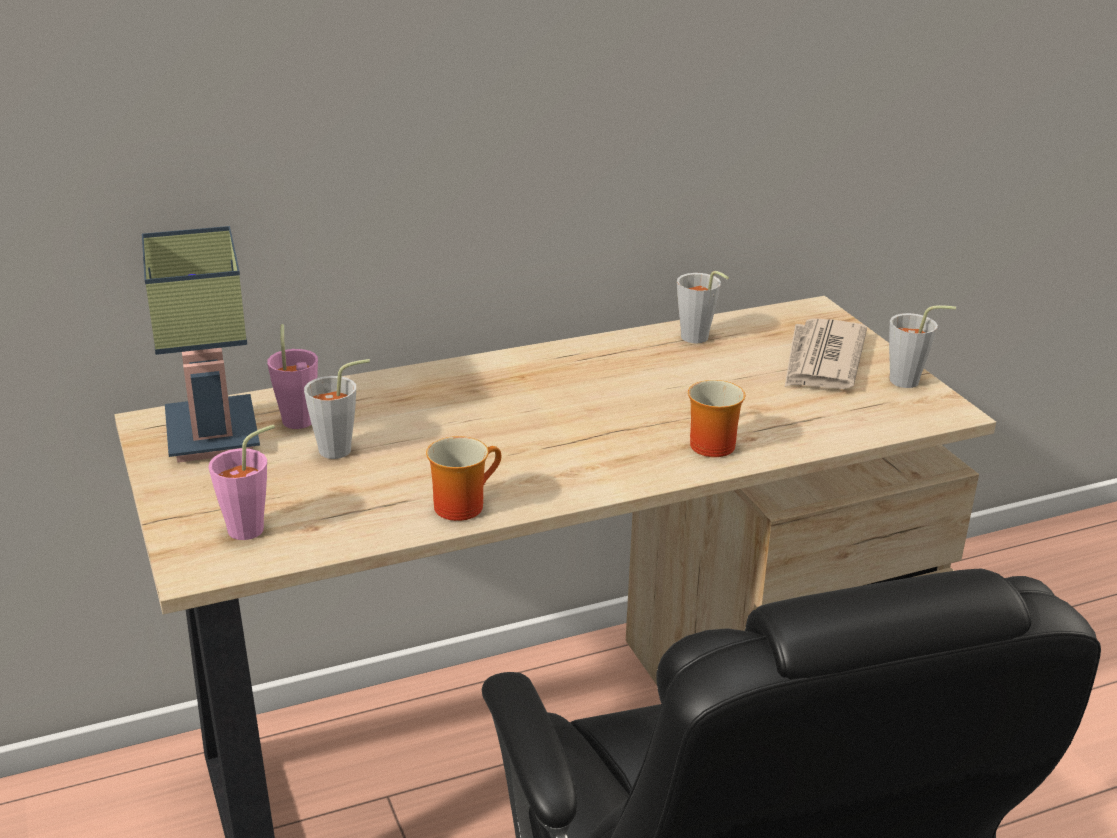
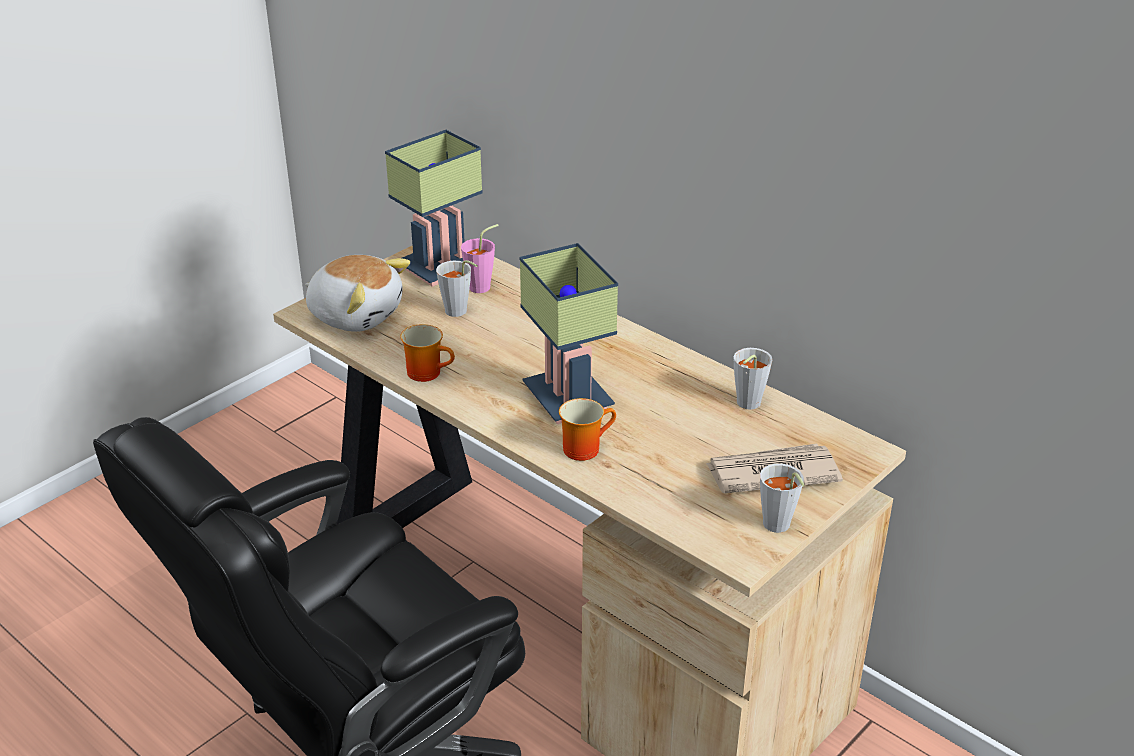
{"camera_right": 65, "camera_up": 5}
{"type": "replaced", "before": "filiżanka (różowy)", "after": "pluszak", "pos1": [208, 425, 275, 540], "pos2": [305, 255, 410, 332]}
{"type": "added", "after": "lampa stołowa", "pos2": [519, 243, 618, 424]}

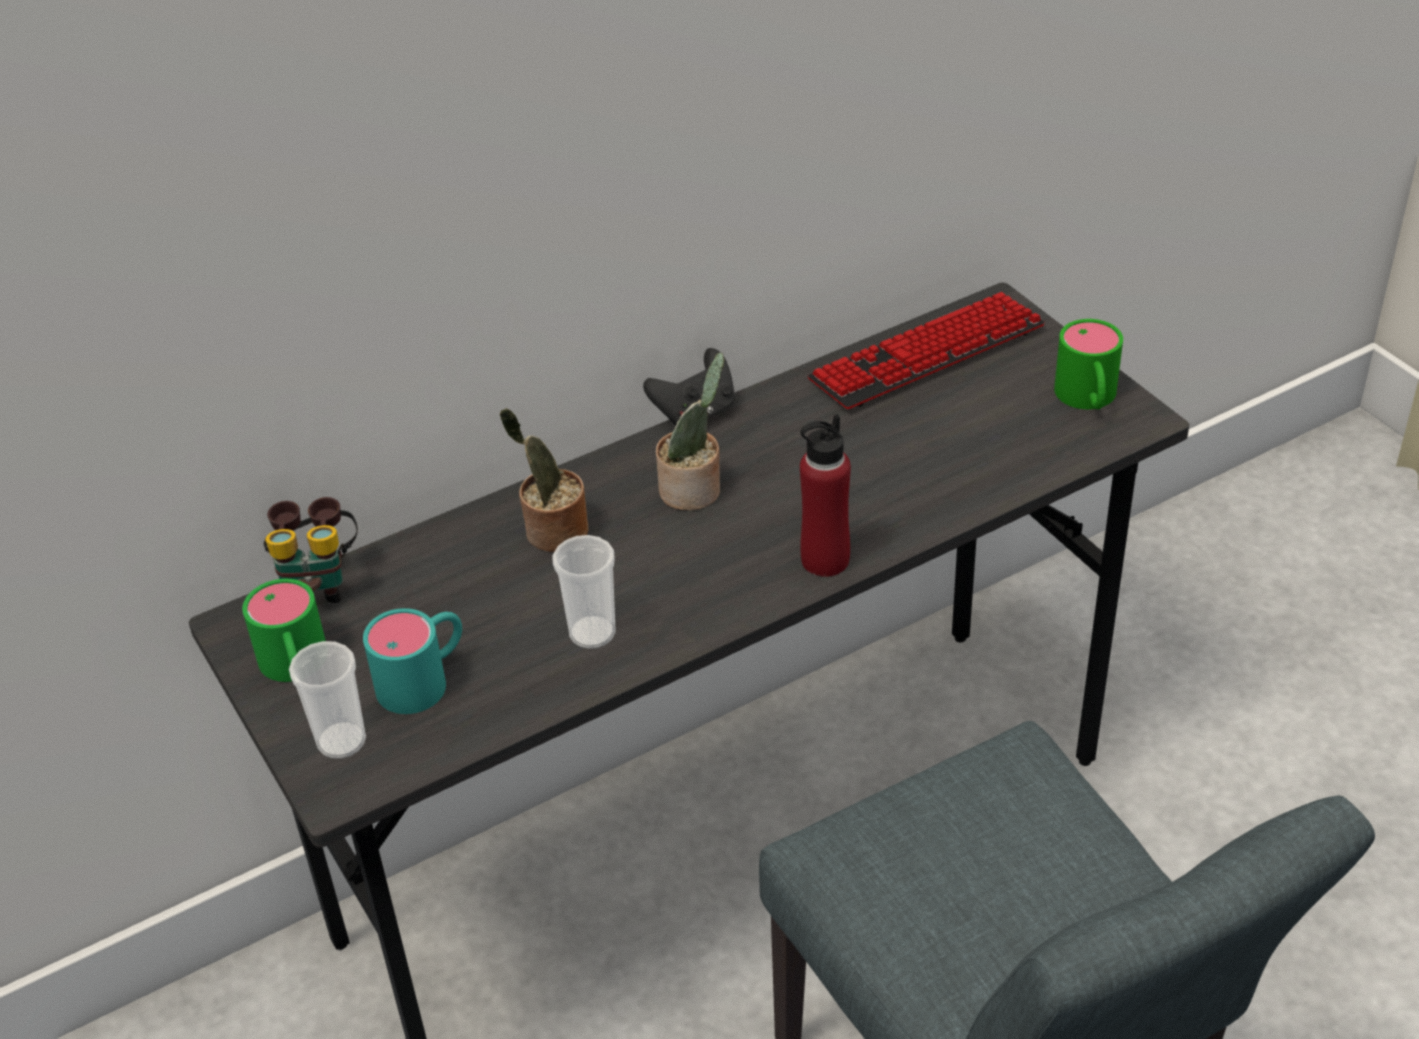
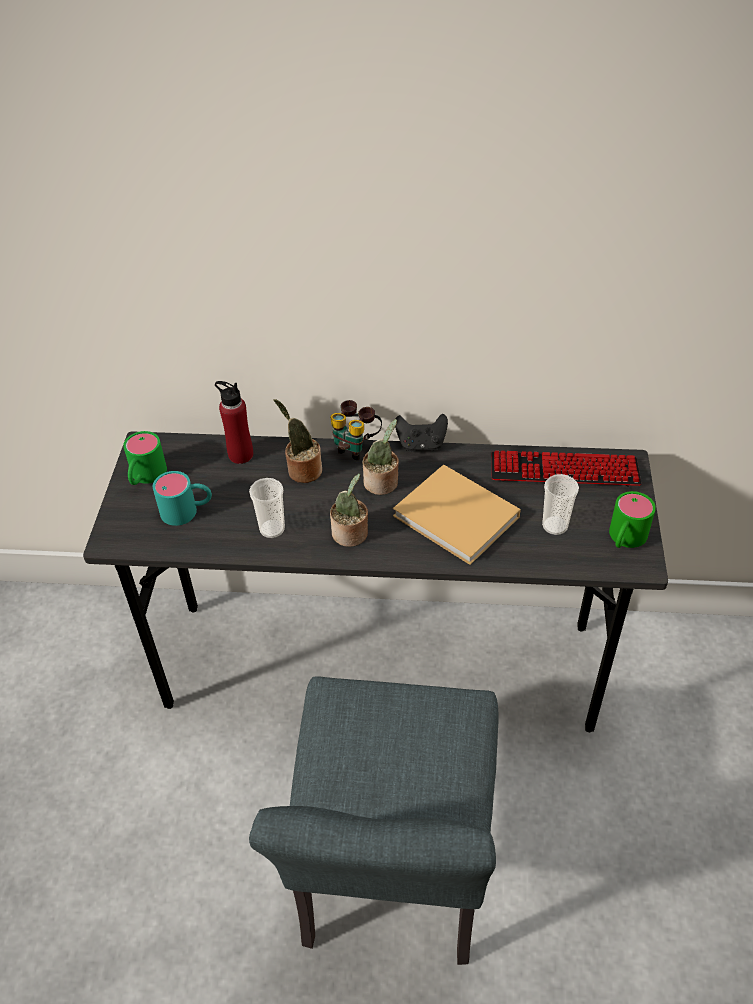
{"camera_right": 35, "camera_up": 5}
{"type": "moved", "before": "butelka (czerwony)", "pos1": [800, 414, 851, 577], "pos2": [215, 381, 253, 464]}
{"type": "moved", "before": "lornetka", "pos1": [264, 497, 358, 603], "pos2": [331, 400, 382, 460]}
{"type": "moved", "before": "filiżanka", "pos1": [289, 641, 366, 759], "pos2": [542, 474, 579, 535]}
{"type": "added", "after": "książka (beżowy)", "pos2": [393, 464, 521, 565]}
{"type": "added", "after": "roślina doniczkowa", "pos2": [330, 473, 368, 547]}

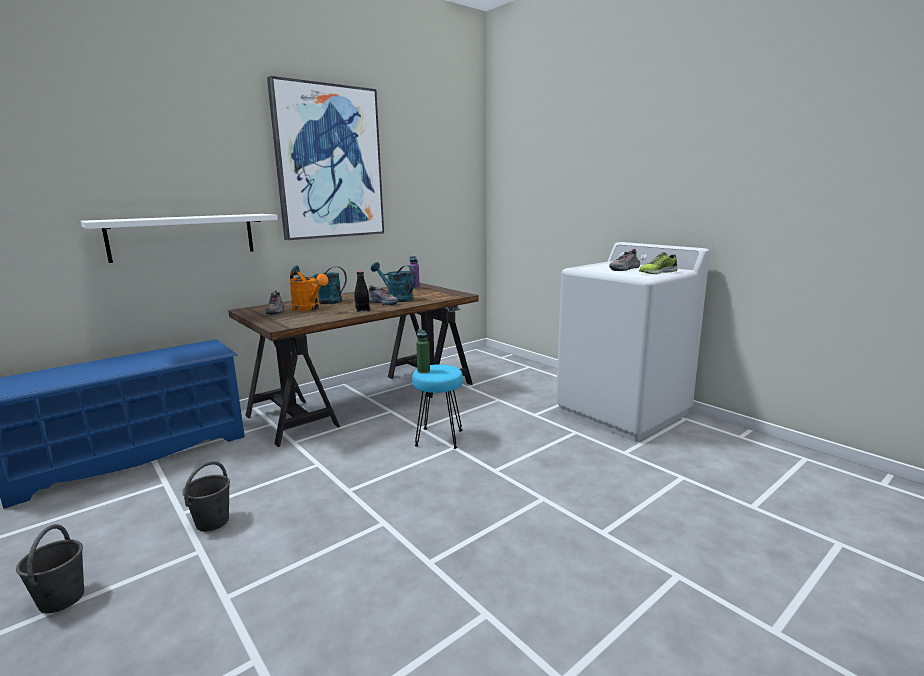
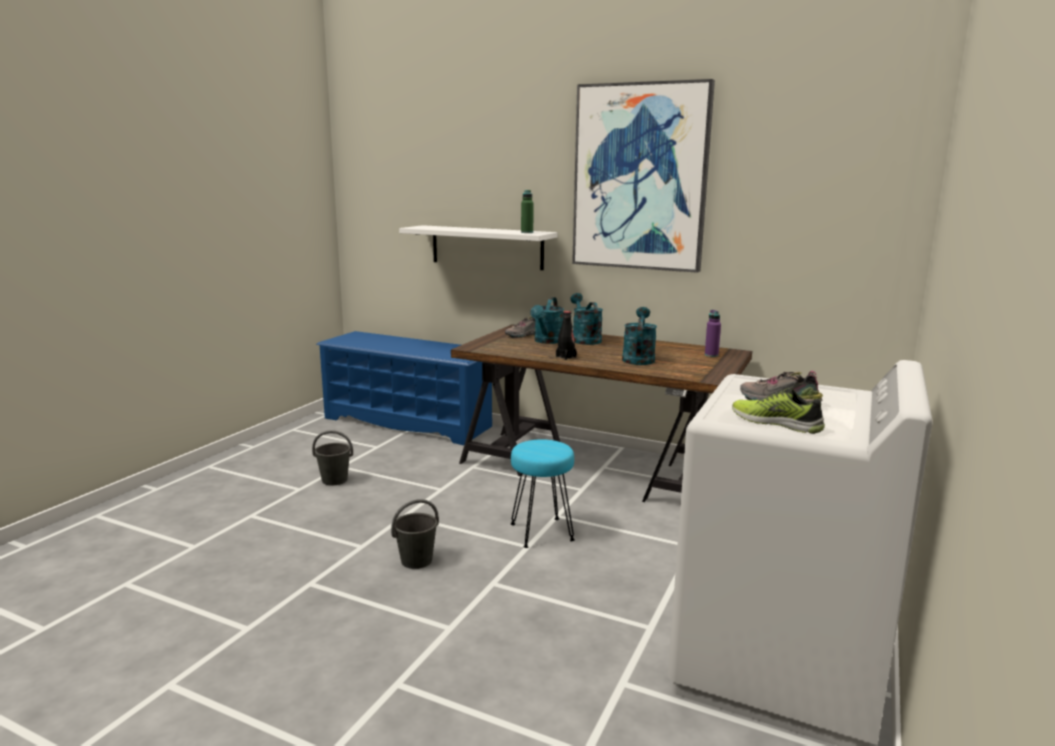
{"camera_right": 65, "camera_up": 0}
{"type": "recoloured", "before": "konewka (pomarańczowy)", "after": "konewka (turkusowy)", "pos1": [289, 270, 328, 311], "pos2": [530, 297, 564, 344]}
{"type": "removed", "before": "but", "pos1": [369, 285, 398, 305]}
{"type": "moved", "before": "butelka (zielony)", "pos1": [416, 330, 430, 374], "pos2": [521, 190, 534, 233]}
{"type": "moved", "before": "wiadro (szary)", "pos1": [16, 524, 84, 613], "pos2": [391, 499, 439, 569]}

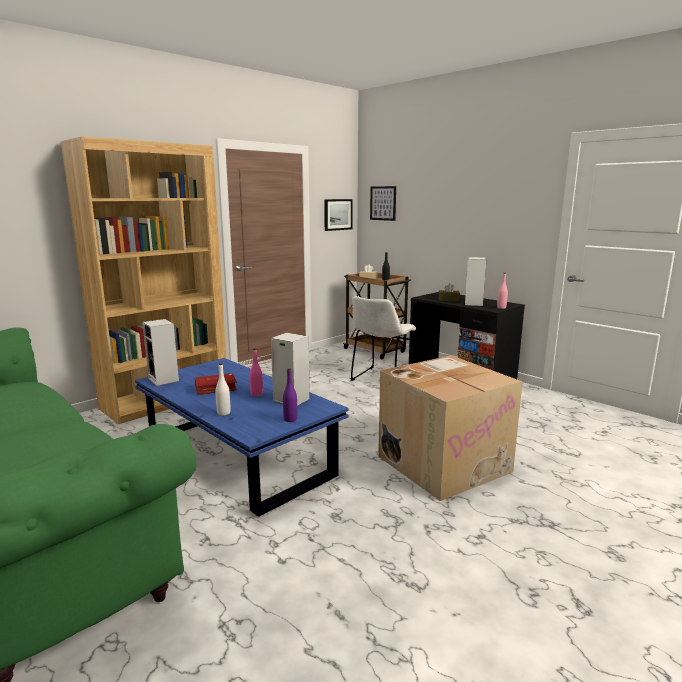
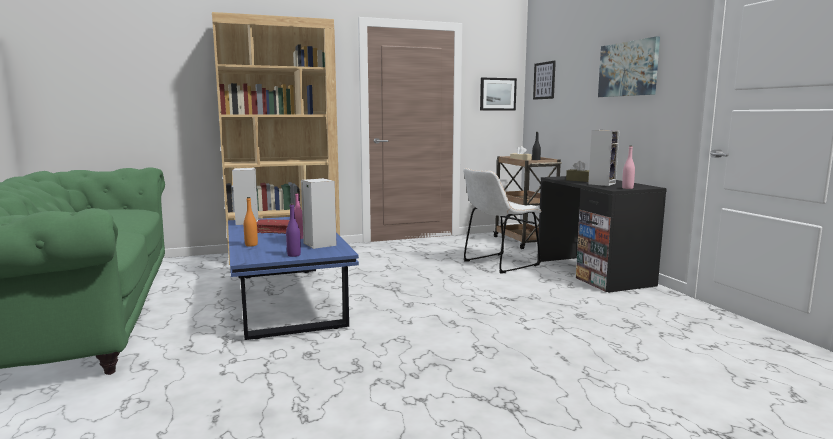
{"camera_right": 25, "camera_up": -5}
{"type": "removed", "before": "karton", "pos1": [378, 355, 522, 501]}
{"type": "recoloured", "before": "butelka (biały)", "after": "butelka (pomarańczowy)", "pos1": [215, 363, 230, 416], "pos2": [244, 197, 258, 247]}
{"type": "added", "after": "obraz", "pos2": [598, 36, 660, 97]}

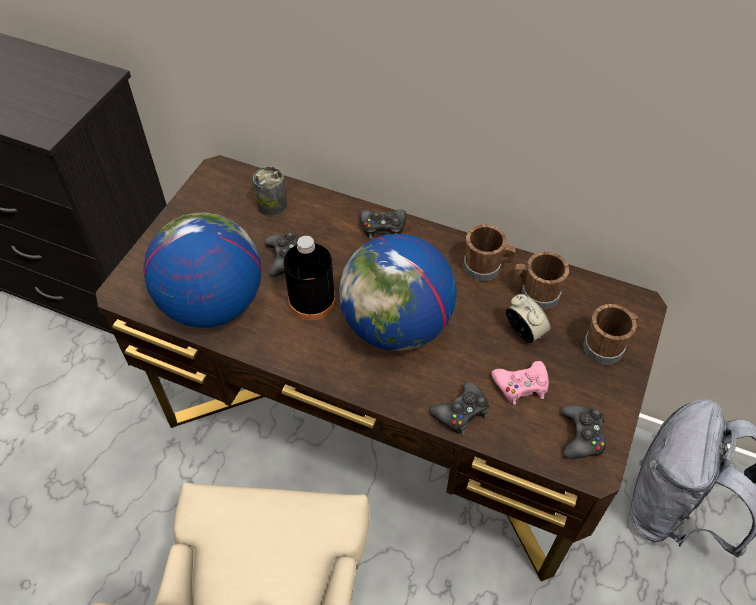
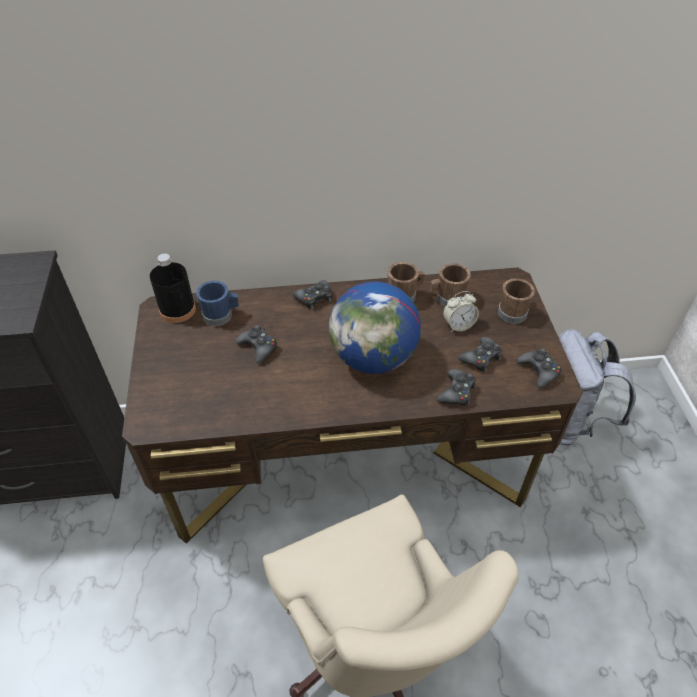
{"camera_right": -30, "camera_up": -5}
{"type": "replaced", "before": "puszka", "after": "kubek (niebieski)", "pos1": [253, 167, 287, 217], "pos2": [196, 281, 238, 326]}
{"type": "removed", "before": "globus", "pos1": [143, 213, 261, 328]}
{"type": "moved", "before": "butelka (czarny)", "pos1": [284, 236, 336, 320], "pos2": [150, 254, 196, 323]}
{"type": "turned", "before": "budzik", "pos1": [506, 294, 550, 343], "pos2": [443, 291, 479, 332], "turn": 135}
{"type": "recoloured", "before": "pad do gier (różowy)", "after": "pad do gier (czarny)", "pos1": [491, 361, 549, 405], "pos2": [458, 337, 502, 372]}

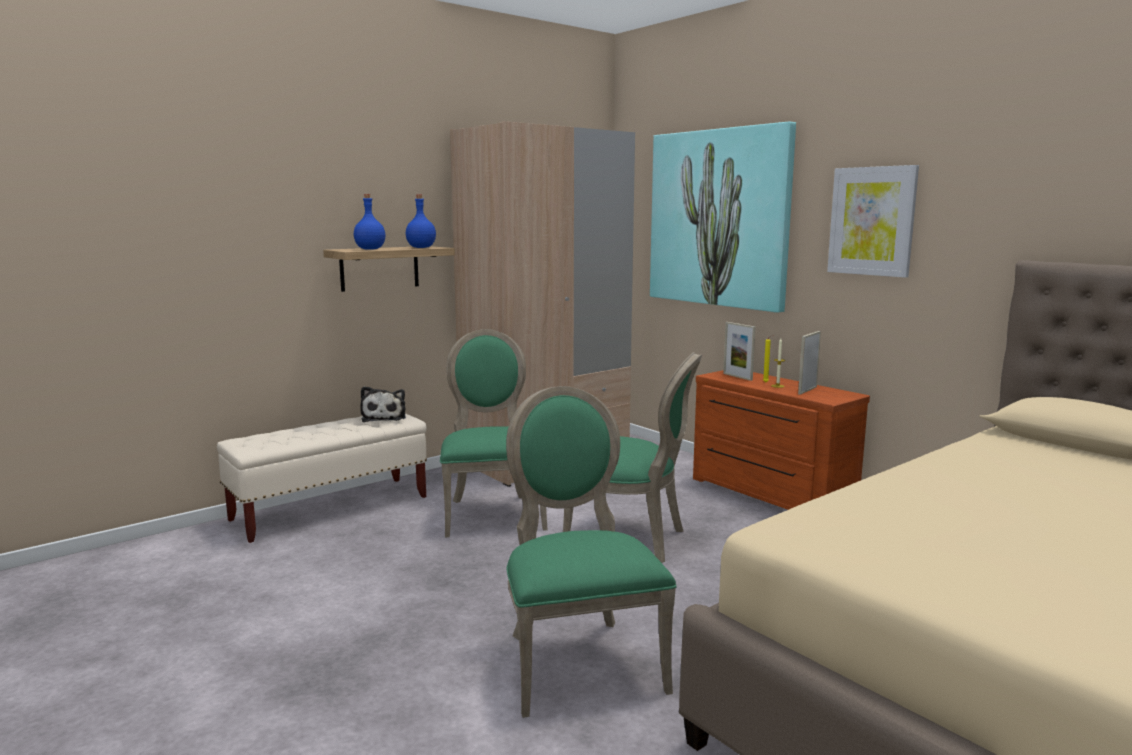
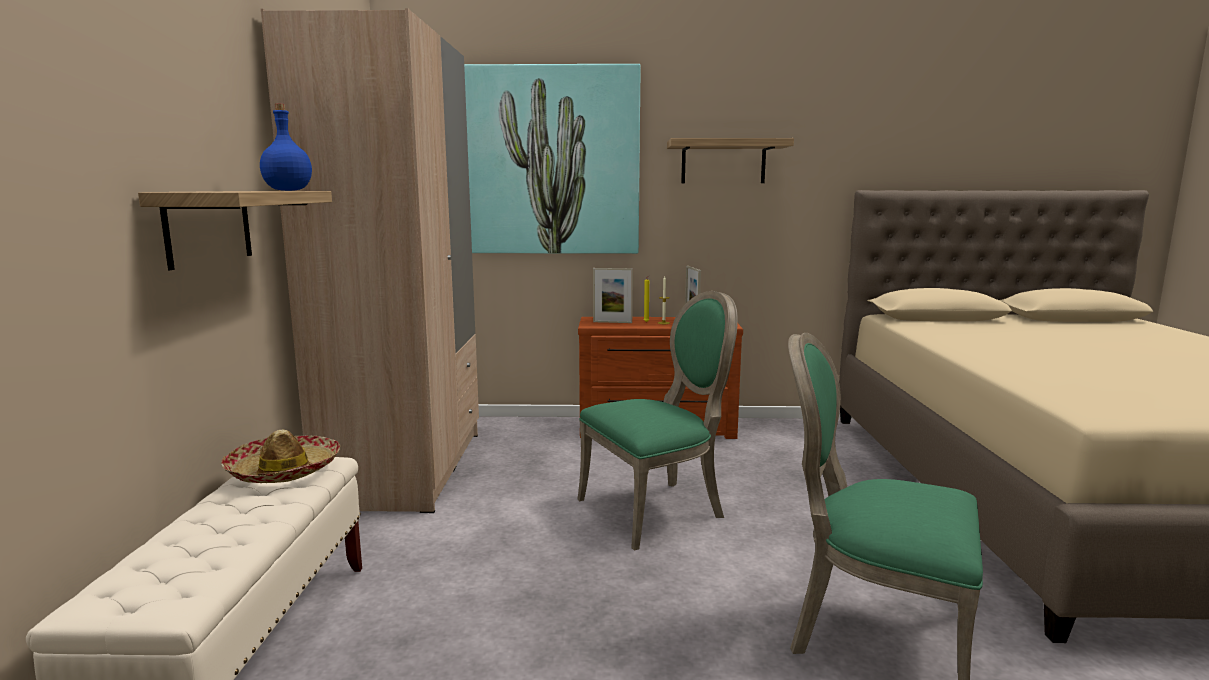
{"camera_right": -50, "camera_up": 0}
{"type": "replaced", "before": "obraz", "after": "półka", "pos1": [827, 165, 919, 278], "pos2": [667, 138, 794, 183]}
{"type": "removed", "before": "butelka (niebieski)", "pos1": [354, 194, 385, 250]}
{"type": "removed", "before": "krzesło (zielony)", "pos1": [440, 329, 548, 538]}
{"type": "replaced", "before": "pluszak", "after": "kapelusz", "pos1": [360, 386, 406, 422], "pos2": [222, 430, 340, 483]}

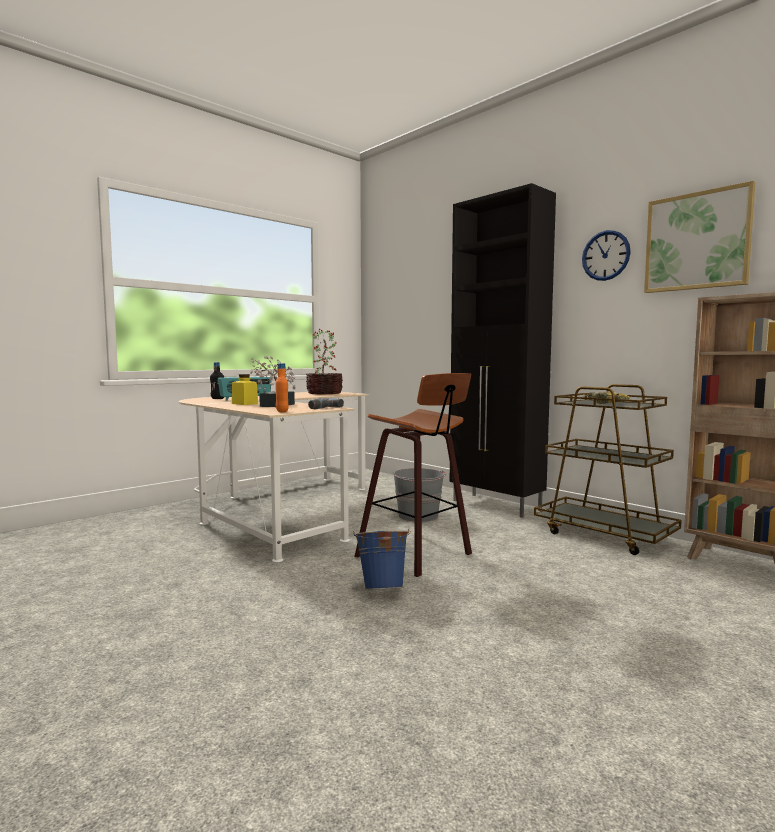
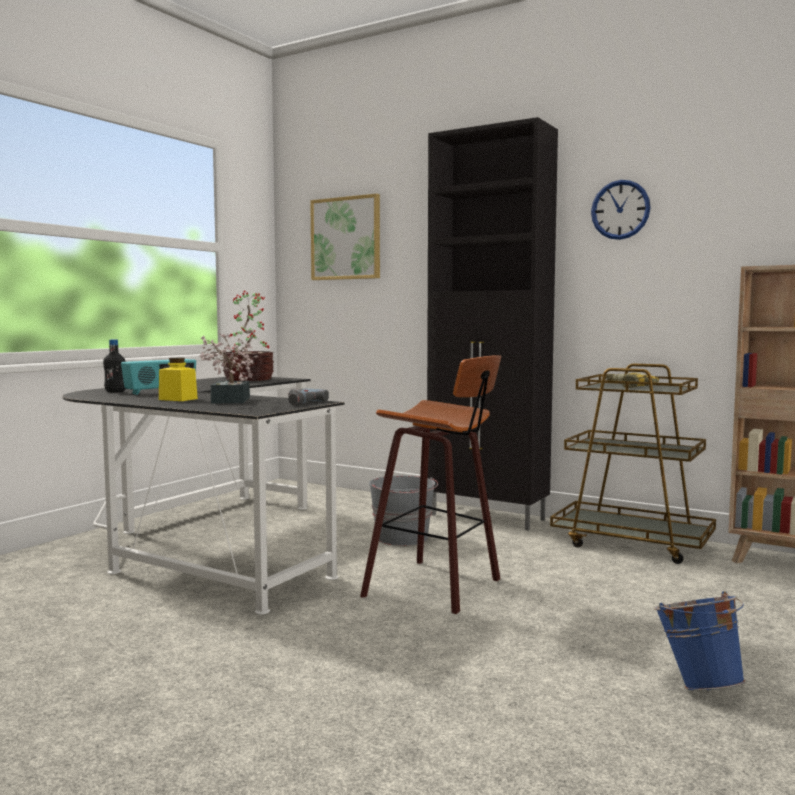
{"camera_right": -15, "camera_up": 0}
{"type": "moved", "before": "obraz", "pos1": [644, 181, 755, 293], "pos2": [310, 194, 380, 280]}
{"type": "removed", "before": "butelka (pomarańczowy)", "pos1": [275, 363, 289, 413]}
{"type": "recoloured", "before": "biurko (beżowy)", "after": "biurko (czarny)", "pos1": [179, 392, 369, 563], "pos2": [63, 377, 344, 615]}
{"type": "moved", "before": "wiadro (niebieski)", "pos1": [353, 528, 410, 590], "pos2": [654, 591, 745, 691]}

